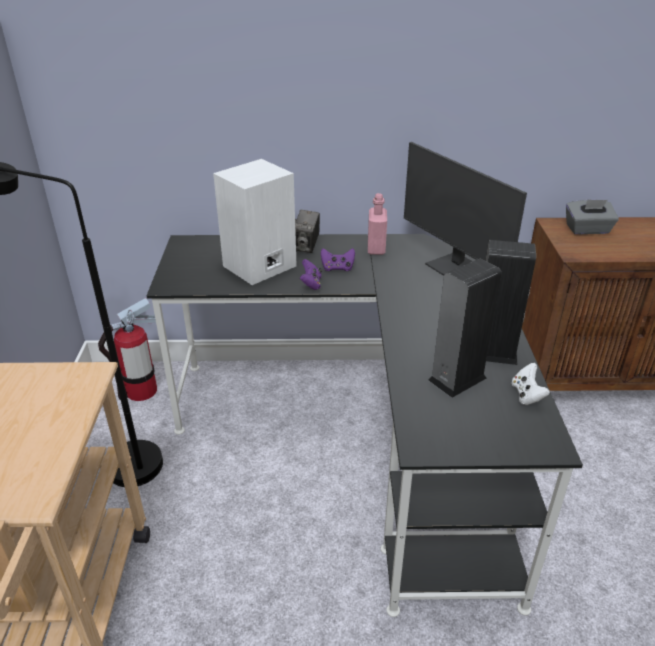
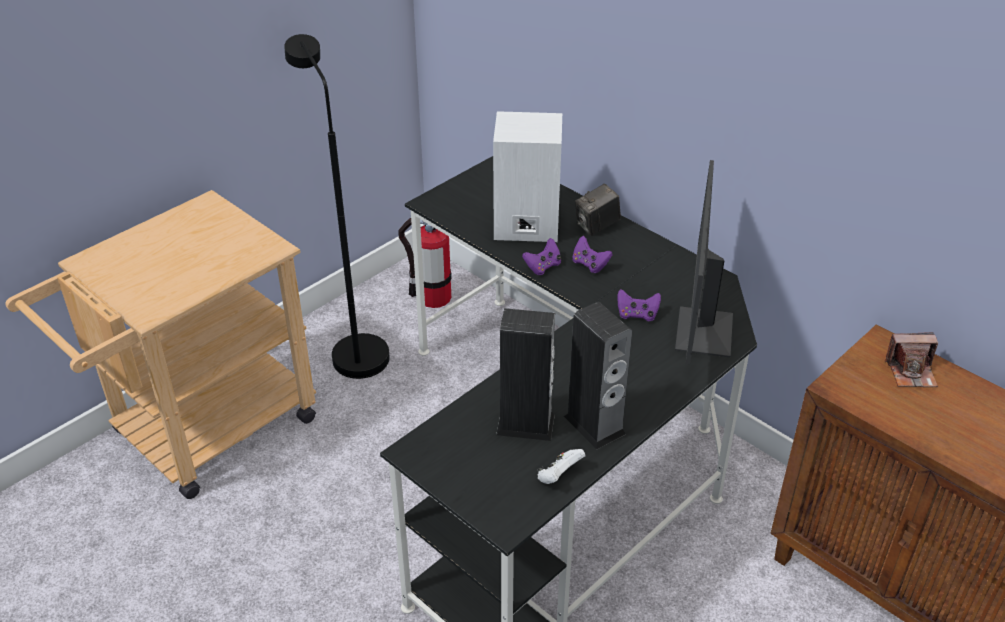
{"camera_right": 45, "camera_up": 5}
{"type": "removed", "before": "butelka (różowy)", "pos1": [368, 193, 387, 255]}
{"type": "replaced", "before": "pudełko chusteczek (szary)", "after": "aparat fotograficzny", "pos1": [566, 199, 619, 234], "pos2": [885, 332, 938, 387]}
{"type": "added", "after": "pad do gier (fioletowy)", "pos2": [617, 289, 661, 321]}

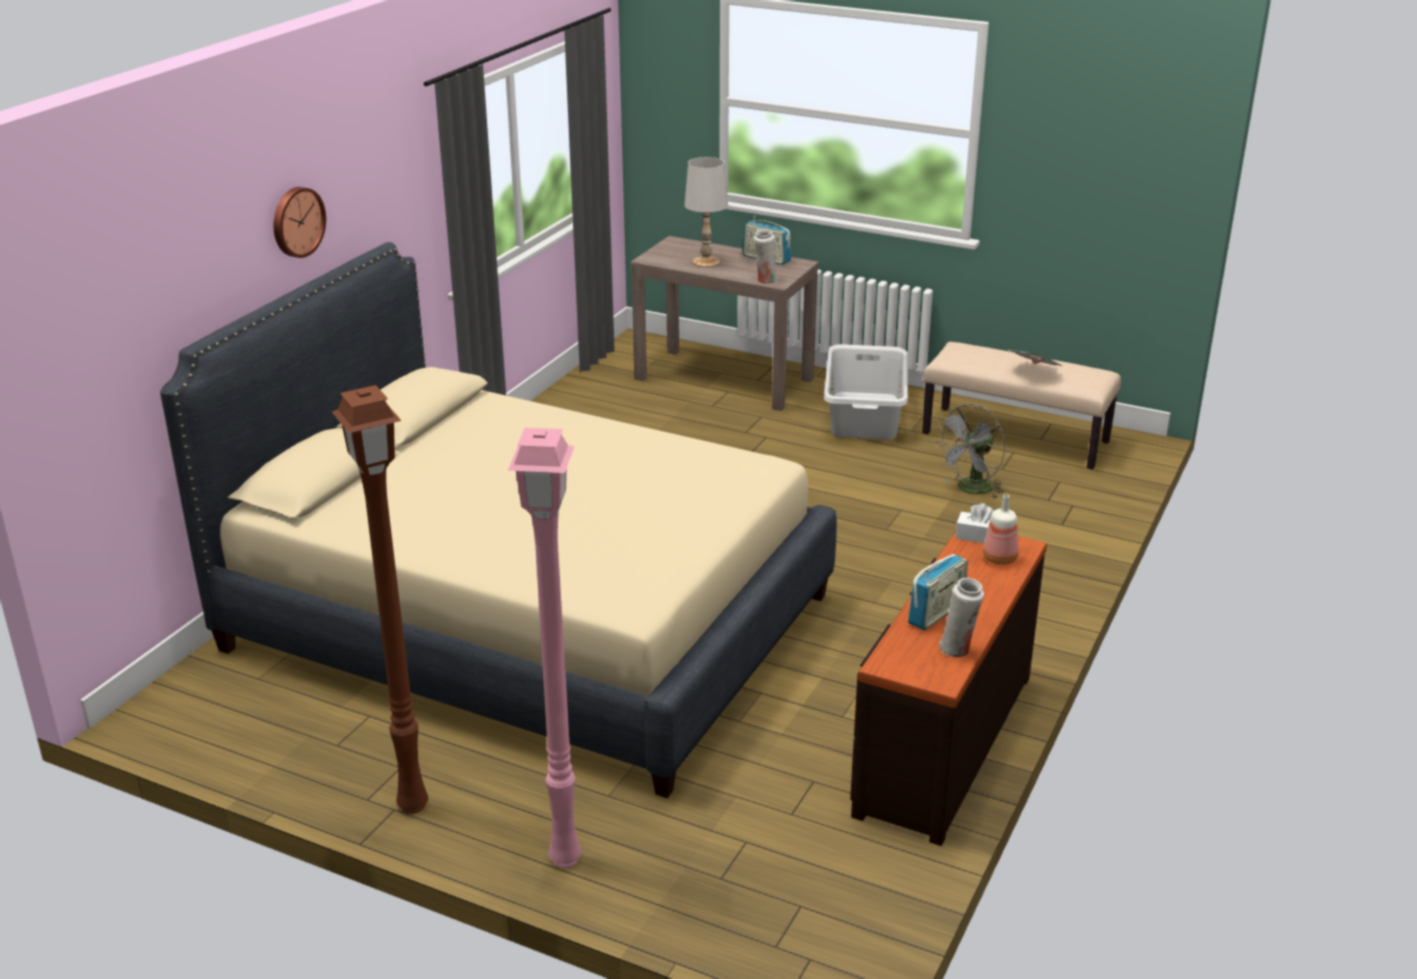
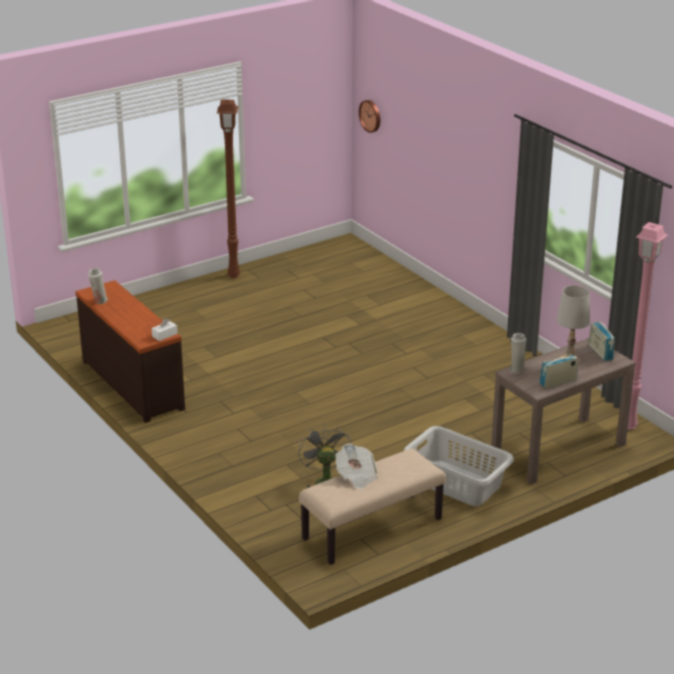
{"camera_right": 120, "camera_up": 0}
{"type": "moved", "before": "zegar ścienny", "pos1": [274, 187, 326, 258], "pos2": [359, 100, 380, 133]}
{"type": "removed", "before": "łóżko (beżowy)", "pos1": [160, 242, 837, 798]}
{"type": "moved", "before": "lampa stojąca (różowy)", "pos1": [508, 428, 582, 868], "pos2": [628, 222, 668, 430]}
{"type": "removed", "before": "butelka", "pos1": [983, 494, 1019, 565]}
{"type": "moved", "before": "radio", "pos1": [908, 554, 968, 630], "pos2": [588, 319, 615, 361]}

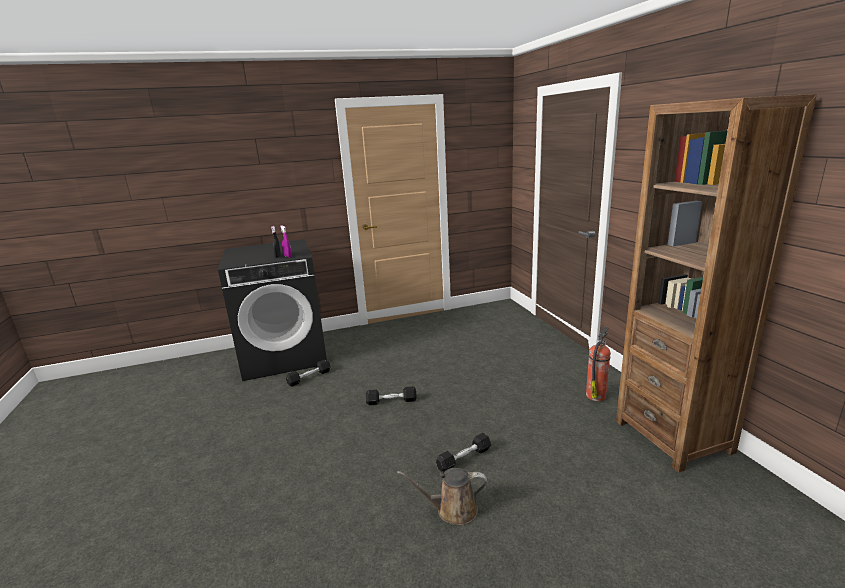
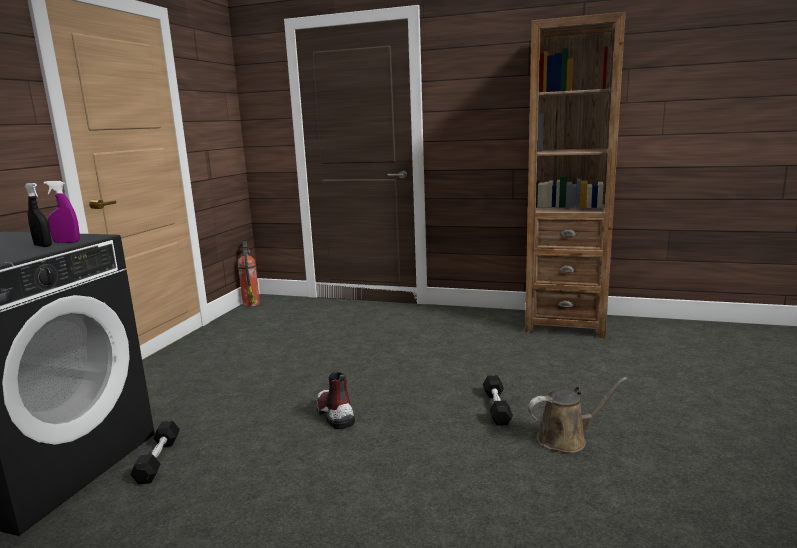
{"camera_right": -55, "camera_up": -5}
{"type": "moved", "before": "gaśnica", "pos1": [586, 327, 611, 401], "pos2": [238, 241, 260, 307]}
{"type": "replaced", "before": "hantel (czarny)", "after": "but z cholewką", "pos1": [366, 386, 417, 405], "pos2": [317, 372, 355, 429]}
{"type": "turned", "before": "konewka (brązowy)", "pos1": [397, 468, 488, 525], "pos2": [528, 377, 628, 453], "turn": -135}

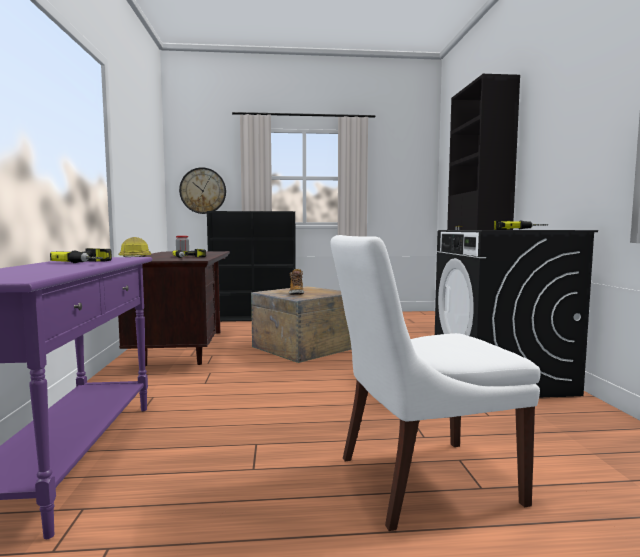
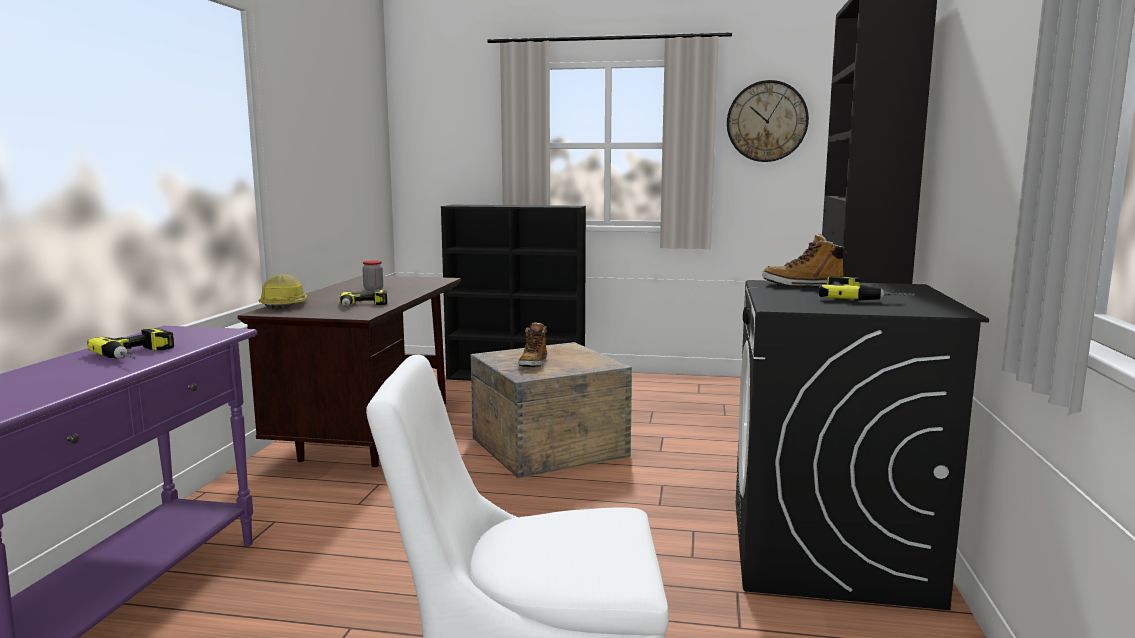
{"camera_right": 15, "camera_up": 5}
{"type": "moved", "before": "zegar ścienny", "pos1": [179, 167, 226, 214], "pos2": [727, 80, 809, 162]}
{"type": "added", "after": "but z cholewką", "pos2": [762, 233, 848, 287]}

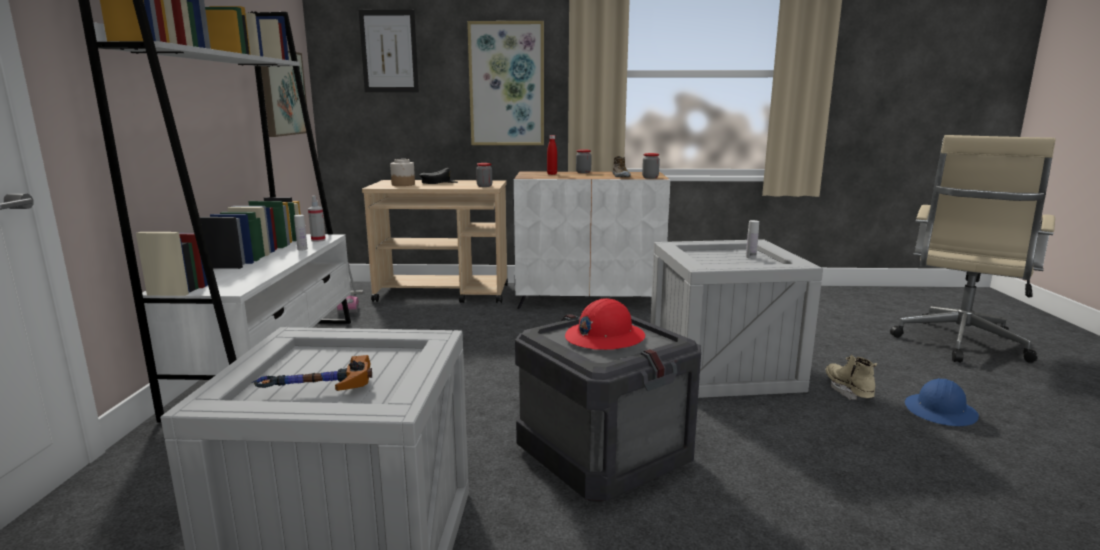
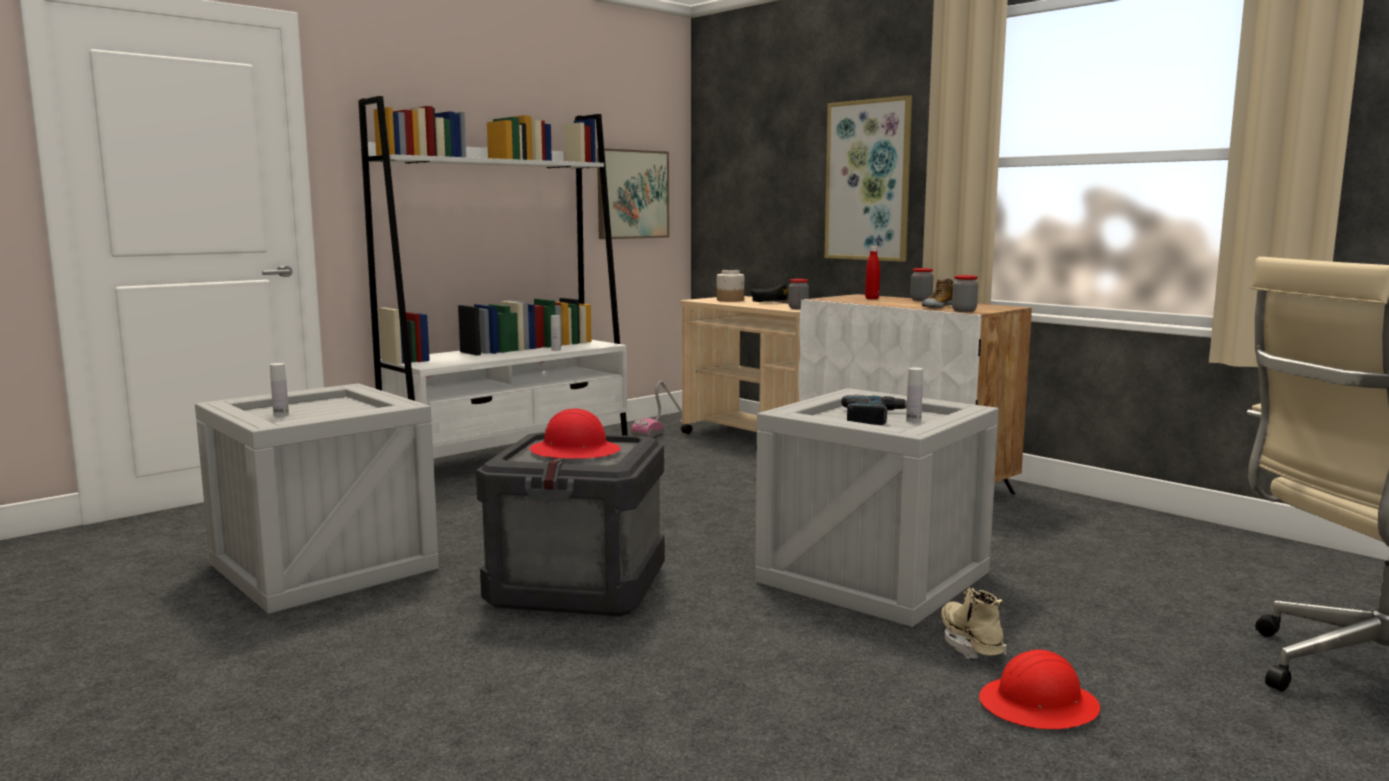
{"camera_right": 45, "camera_up": -5}
{"type": "removed", "before": "obraz", "pos1": [359, 10, 419, 92]}
{"type": "removed", "before": "spryskiwacz", "pos1": [308, 196, 326, 242]}
{"type": "turned", "before": "but z cholewką (beżowy)", "pos1": [826, 354, 877, 400], "pos2": [941, 586, 1007, 659], "turn": -45}
{"type": "replaced", "before": "młotek", "after": "butelka (biały)", "pos1": [251, 355, 372, 391], "pos2": [270, 363, 289, 417]}
{"type": "recoloured", "before": "kask (niebieski)", "after": "kask (czerwony)", "pos1": [905, 378, 979, 426], "pos2": [979, 650, 1100, 729]}
{"type": "added", "after": "wiertarka", "pos2": [841, 395, 907, 425]}

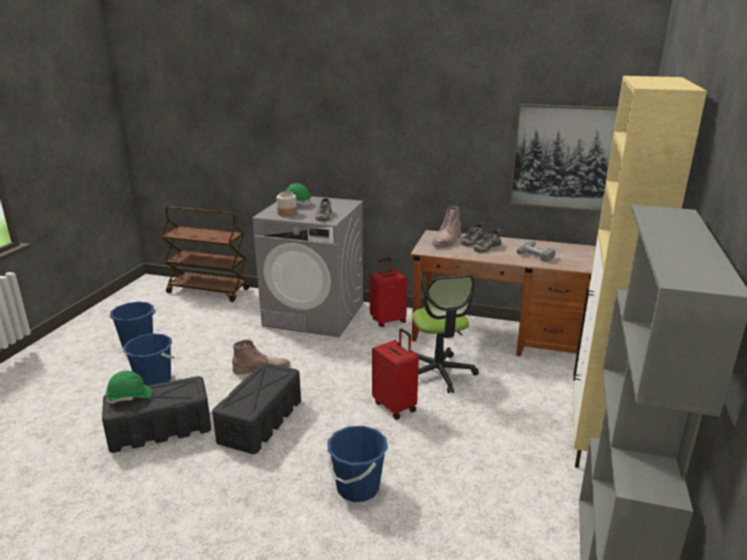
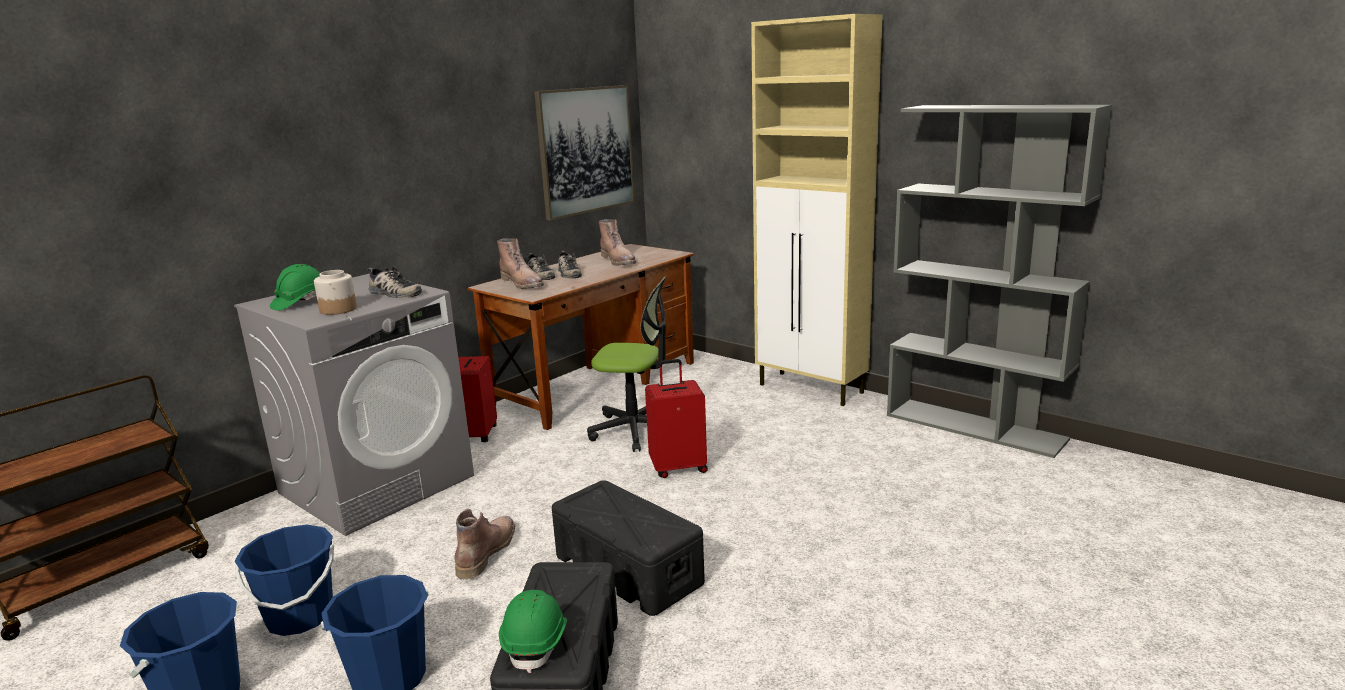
{"camera_right": -65, "camera_up": -5}
{"type": "replaced", "before": "wiertarka", "after": "but z cholewką (brązowy)", "pos1": [517, 241, 555, 262], "pos2": [599, 219, 636, 266]}
{"type": "moved", "before": "wiadro (niebieski)", "pos1": [328, 426, 388, 502], "pos2": [235, 525, 334, 636]}

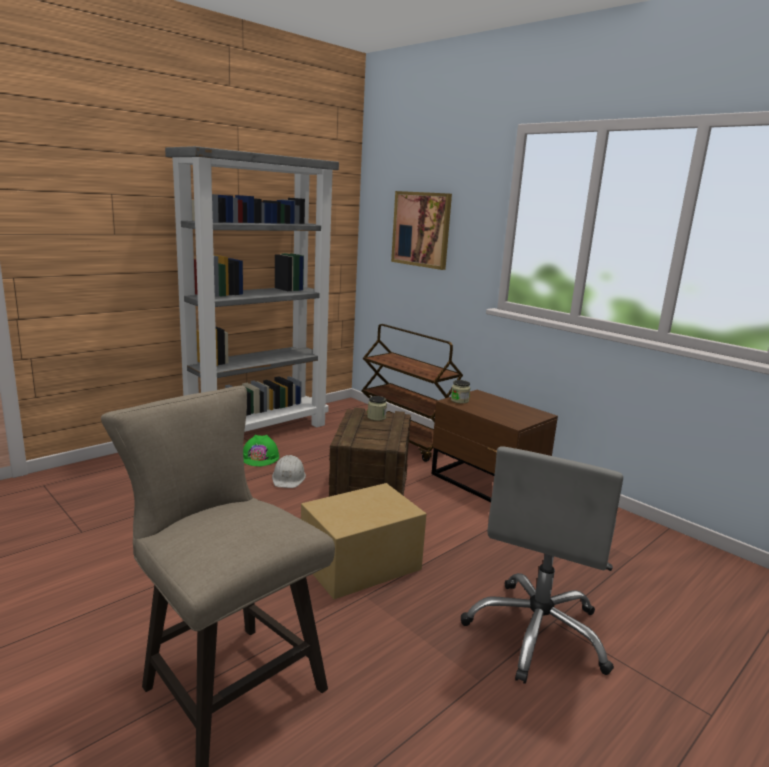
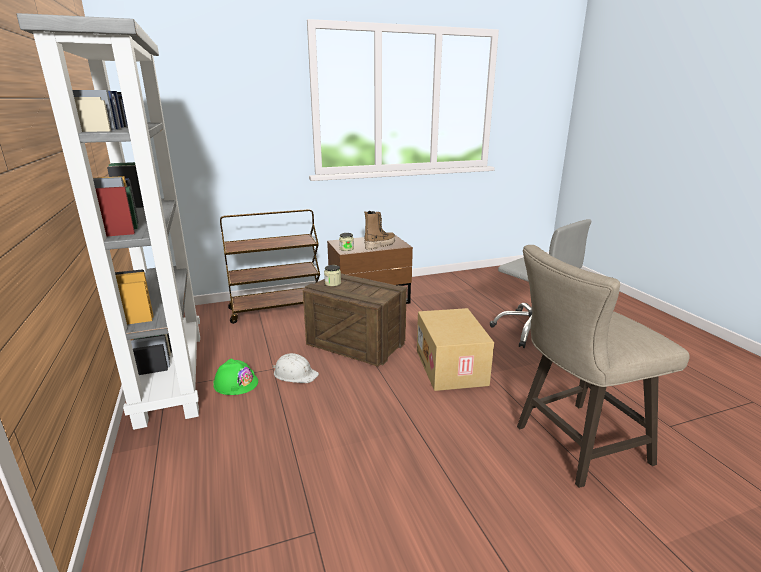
{"camera_right": -65, "camera_up": 5}
{"type": "removed", "before": "obraz", "pos1": [391, 191, 452, 270]}
{"type": "added", "after": "but z cholewką", "pos2": [364, 211, 395, 250]}

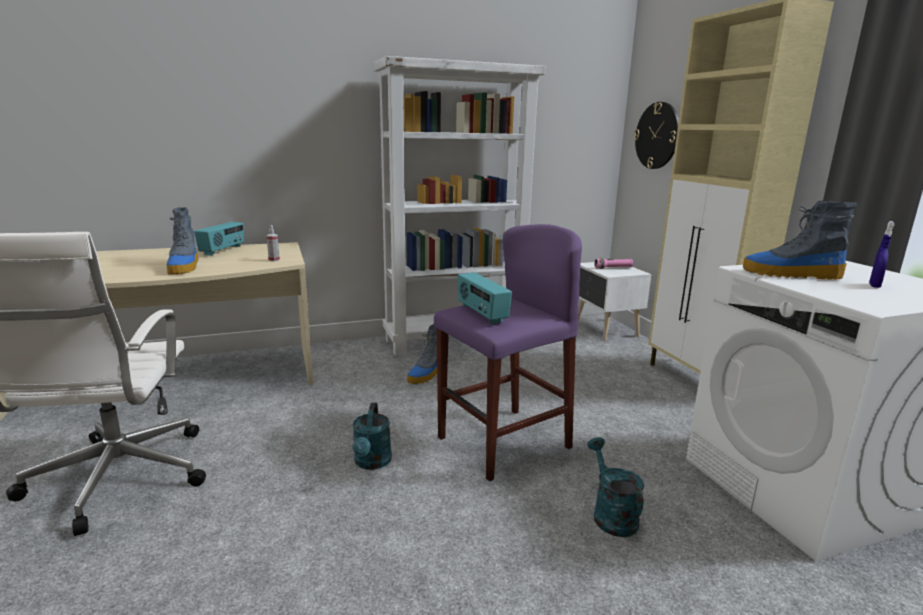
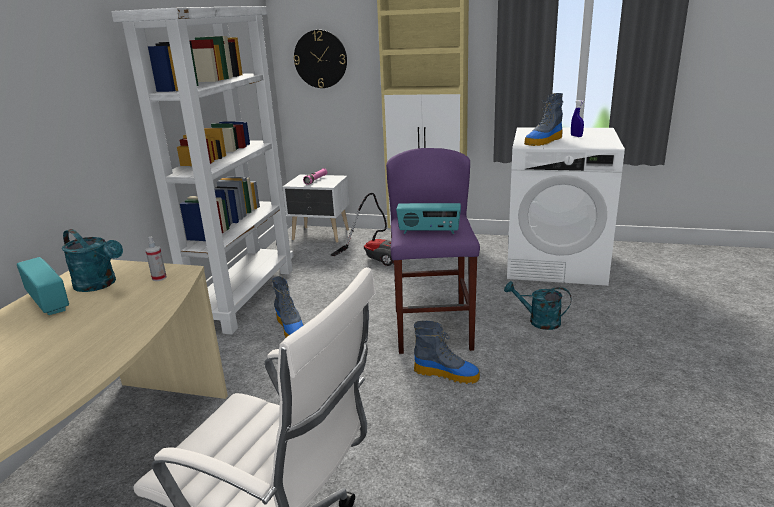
{"camera_right": -55, "camera_up": 5}
{"type": "moved", "before": "but z cholewką", "pos1": [166, 207, 199, 274], "pos2": [414, 321, 480, 384]}
{"type": "moved", "before": "konewka (turkusowy)", "pos1": [352, 403, 392, 470], "pos2": [62, 229, 123, 292]}
{"type": "added", "after": "odkurzacz", "pos2": [331, 193, 394, 266]}

